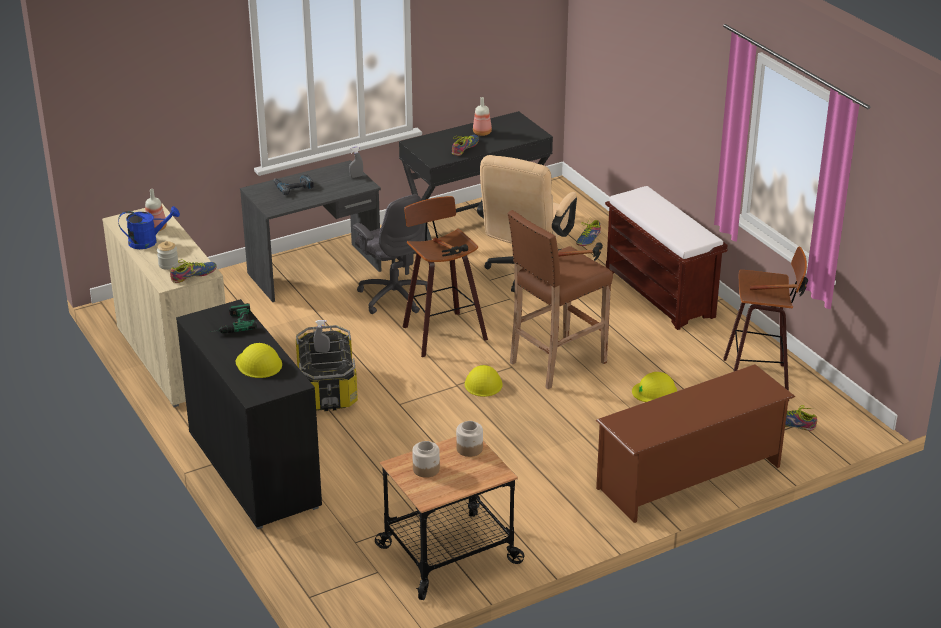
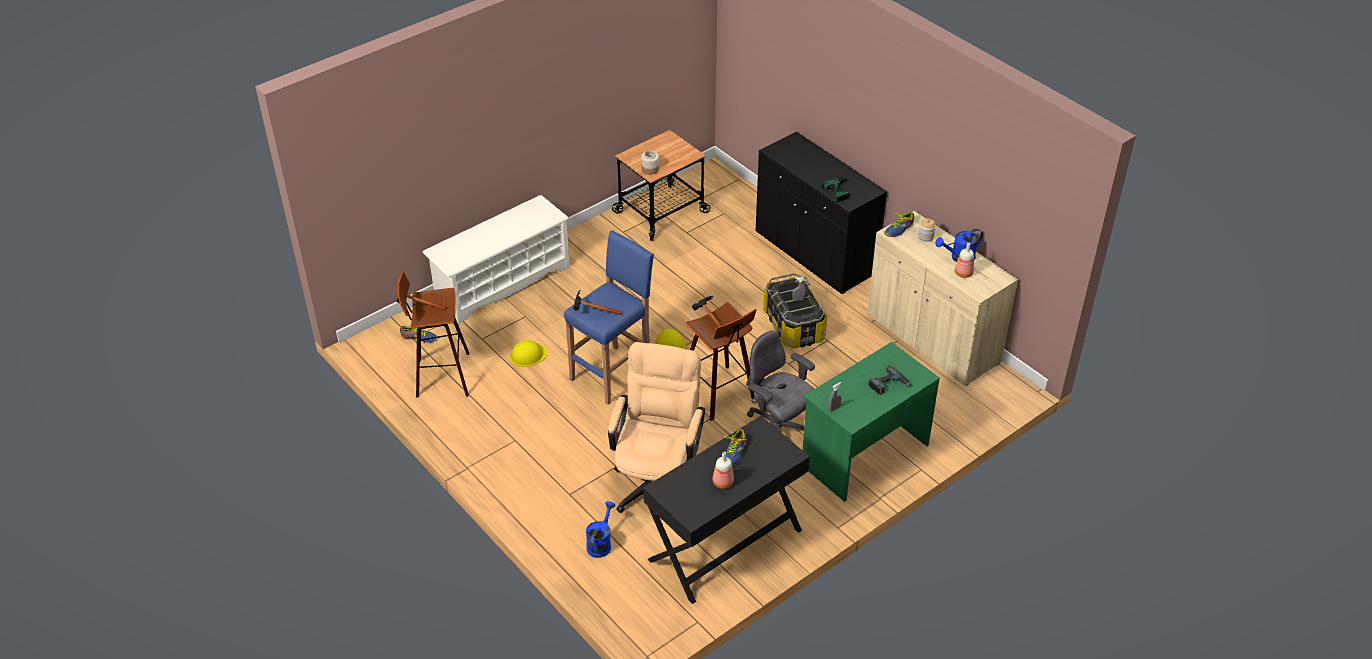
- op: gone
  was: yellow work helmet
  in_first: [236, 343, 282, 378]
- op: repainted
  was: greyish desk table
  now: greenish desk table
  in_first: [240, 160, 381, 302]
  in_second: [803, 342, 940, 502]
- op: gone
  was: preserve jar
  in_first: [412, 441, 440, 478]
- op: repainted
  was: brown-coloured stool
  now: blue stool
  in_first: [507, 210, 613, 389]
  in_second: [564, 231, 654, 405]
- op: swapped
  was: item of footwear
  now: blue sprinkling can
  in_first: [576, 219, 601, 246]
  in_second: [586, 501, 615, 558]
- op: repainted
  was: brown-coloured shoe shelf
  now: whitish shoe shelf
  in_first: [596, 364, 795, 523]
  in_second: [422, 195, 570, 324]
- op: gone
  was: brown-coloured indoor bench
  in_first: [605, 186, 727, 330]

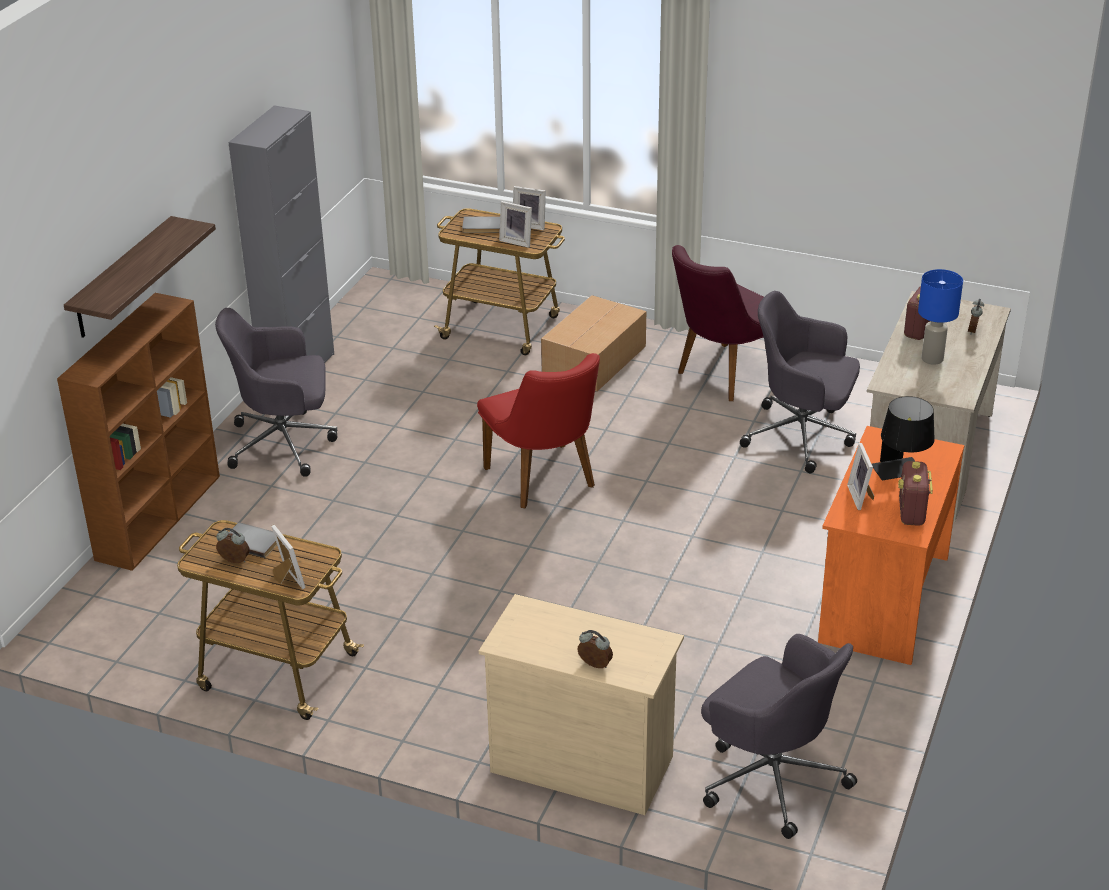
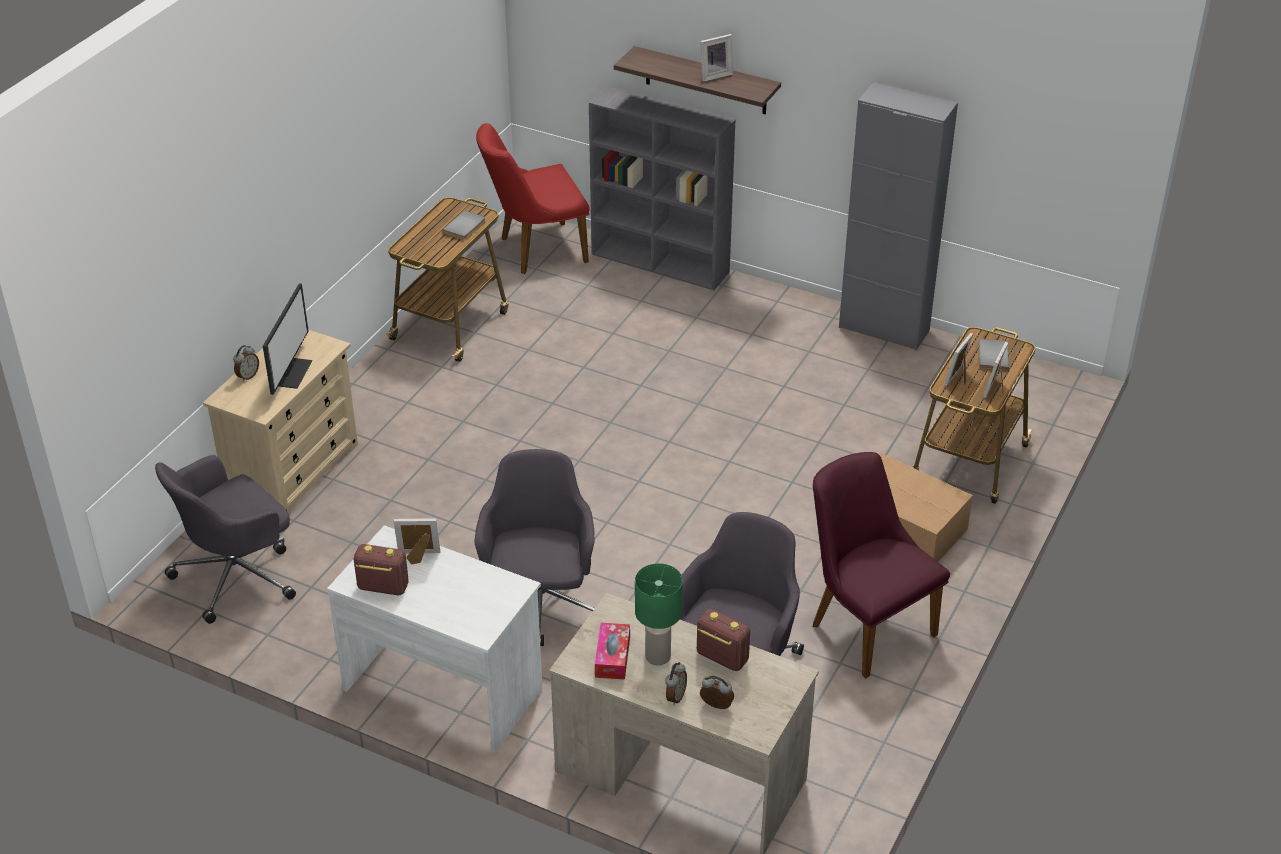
- op: repainted
  was: brown-coloured shelving unit
  now: greyish shelving unit
  in_first: [57, 293, 220, 571]
  in_second: [589, 86, 735, 290]
- op: shifted
  was: greyish office chair
  in_first: [215, 308, 337, 477]
  in_second: [474, 449, 595, 646]
- op: shifted
  was: alarm clock
  in_first: [216, 528, 250, 563]
  in_second: [665, 662, 687, 705]
- op: shifted
  was: picture frame
  in_first: [271, 525, 306, 589]
  in_second: [700, 34, 733, 82]
- op: shifted
  was: red-coloured upright chair
  in_first: [477, 353, 600, 508]
  in_second: [476, 123, 590, 274]
- op: repainted
  was: orange-coloured desk table
  now: whitish desk table
  in_first: [818, 426, 965, 665]
  in_second: [327, 525, 542, 753]
- op: gone
  was: black lamp for a table
  in_first: [872, 396, 935, 480]
- op: repainted
  was: blue lamp for a table
  now: greenish lamp for a table
  in_first: [918, 269, 963, 365]
  in_second: [635, 563, 683, 665]
- op: new
  now: computer display
  in_second: [263, 283, 312, 395]
- op: new
  now: tissue box
  in_second: [595, 623, 630, 680]

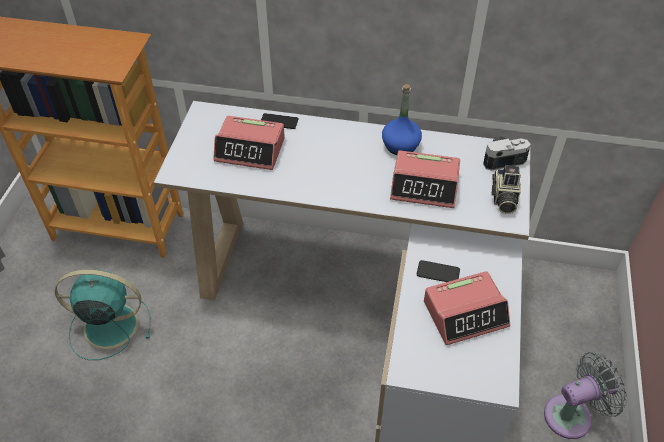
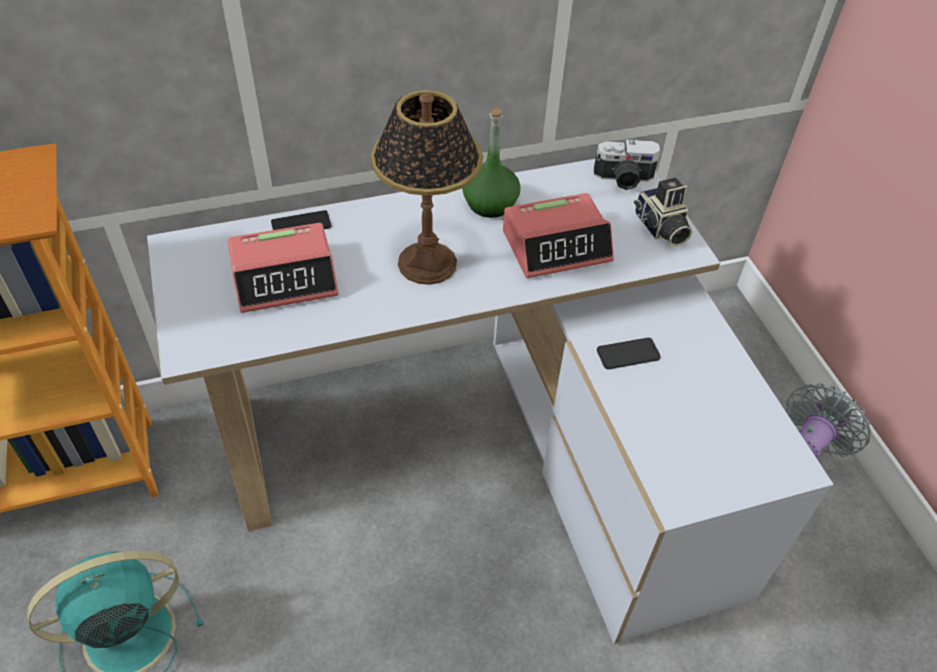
- op: repainted
  was: blue bottle
  now: greenish bottle
  in_first: [382, 84, 422, 155]
  in_second: [462, 108, 521, 218]
- op: gone
  was: alarm clock
  in_first: [424, 271, 510, 345]
- op: rotated
  was: photo camera
  in_first: [483, 137, 531, 171]
  in_second: [594, 140, 660, 190]
  clockwise: -135
- op: new
  now: lamp for a table
  in_second: [371, 90, 483, 285]

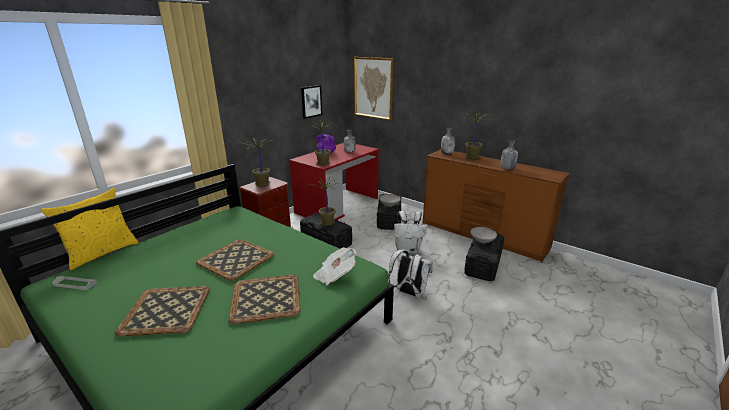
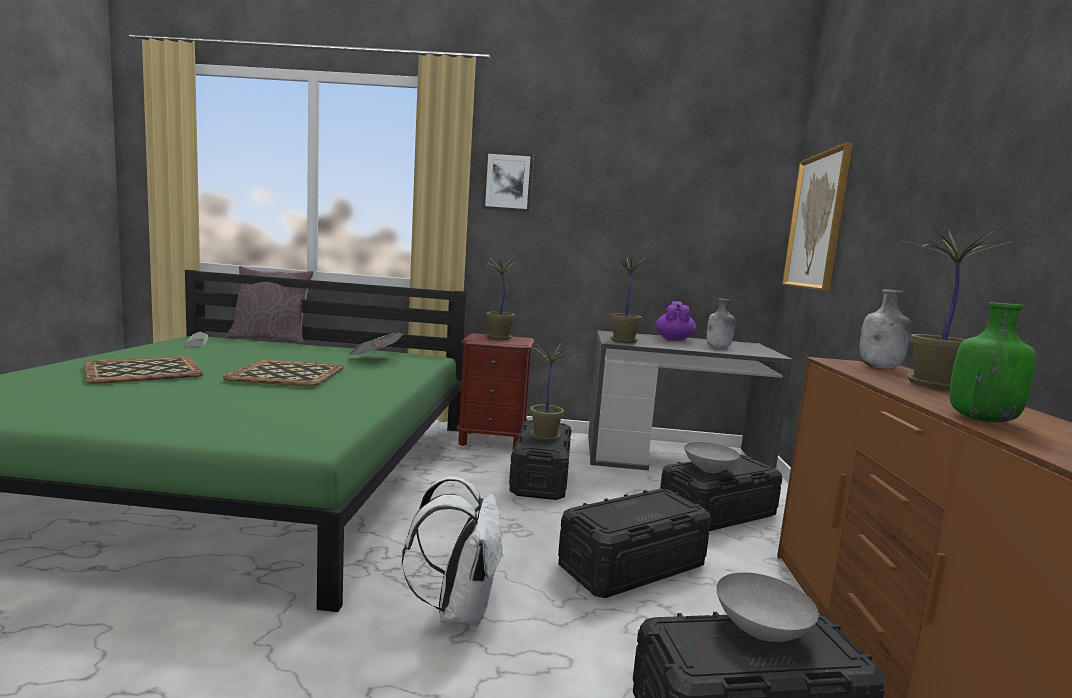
- op: repainted
  was: yellow cushion
  now: greyish cushion
  in_first: [41, 188, 139, 270]
  in_second: [226, 266, 314, 344]
- op: gone
  was: carrying tray
  in_first: [228, 274, 300, 324]
- op: repainted
  was: red-coloured desk table
  now: greyish desk table
  in_first: [289, 143, 379, 220]
  in_second: [588, 330, 793, 470]
- op: shifted
  was: wall art
  in_first: [301, 85, 323, 119]
  in_second: [482, 150, 534, 213]
- op: shifted
  was: newspaper
  in_first: [313, 247, 356, 285]
  in_second: [348, 332, 403, 355]
- op: swapped
  was: whitish knapsack
  now: black storage container
  in_first: [394, 211, 427, 253]
  in_second: [558, 489, 711, 598]
- op: repainted
  was: greyish bottle
  now: greenish bottle
  in_first: [500, 140, 518, 170]
  in_second: [950, 302, 1036, 422]

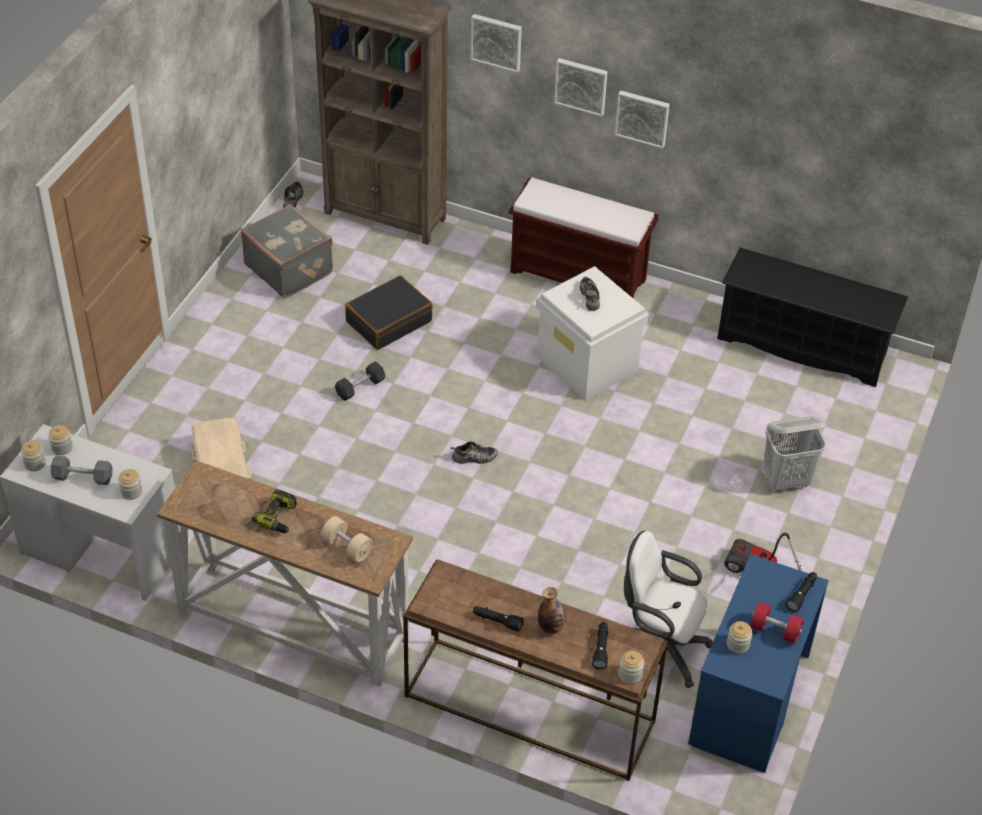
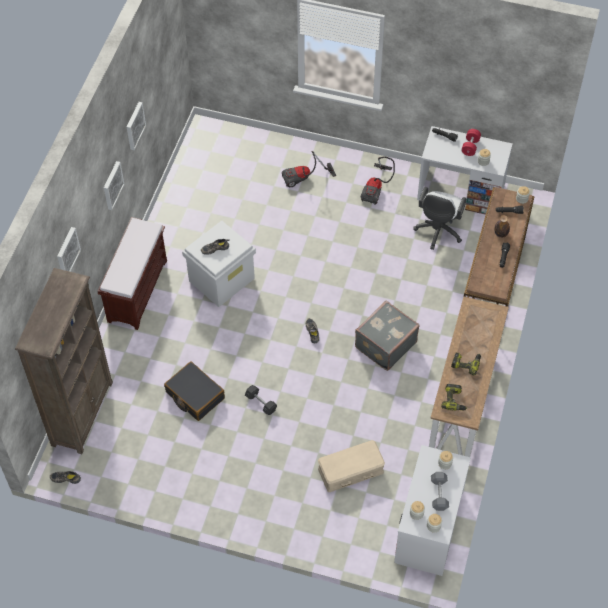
- op: shifted
  was: greyish travel case
  in_first: [241, 204, 333, 298]
  in_second: [355, 301, 420, 371]
- op: gone
  was: beige-coloured hand weight
  in_first: [321, 516, 373, 562]
- op: shifted
  was: wall art
  in_first: [554, 58, 608, 117]
  in_second: [127, 102, 146, 150]
- op: repainted
  was: blue desk table
  now: whitish desk table
  in_first: [688, 554, 829, 773]
  in_second: [417, 126, 513, 215]
- op: gone
  was: black shoe shelf
  in_first: [717, 248, 908, 387]
- op: swapped
  was: whitish washing basket
  now: vacuum cleaner
  in_first: [763, 416, 826, 491]
  in_second: [282, 151, 336, 187]
- op: new
  now: drill
  in_second: [441, 384, 467, 410]

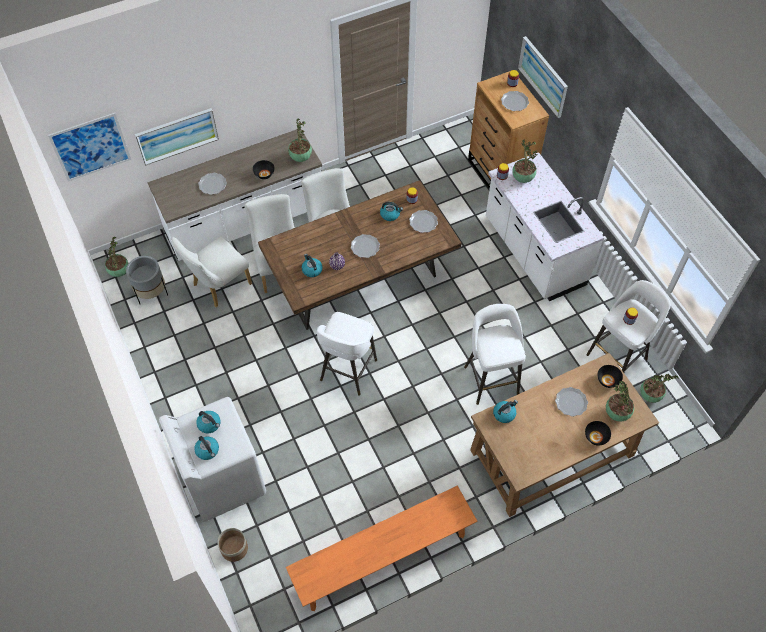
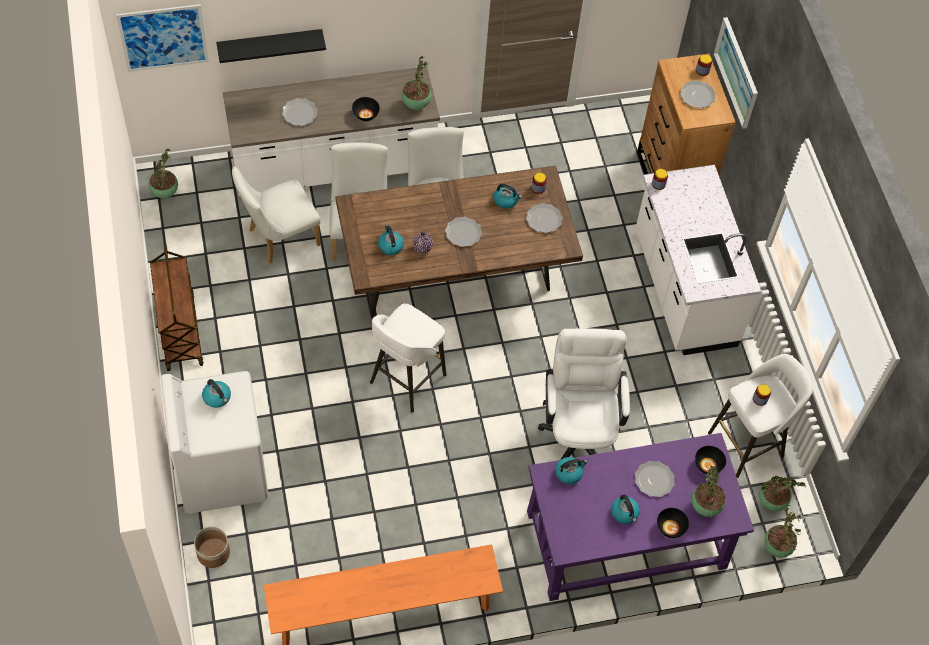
- op: gone
  was: greyish flower pot
  in_first: [126, 256, 168, 304]
- op: swapped
  was: wall art
  now: black bracket shelf
  in_first: [135, 108, 219, 166]
  in_second: [216, 29, 326, 63]
- op: shifted
  was: water kettle
  in_first: [194, 436, 219, 460]
  in_second: [611, 494, 640, 524]
- op: swapped
  was: whitish stool
  now: whitish office chair
  in_first: [464, 304, 526, 405]
  in_second: [538, 328, 630, 460]
- op: repainted
  was: brown-coloured desk table
  now: purple-coloured desk table
  in_first: [470, 353, 659, 517]
  in_second: [527, 433, 754, 601]
- op: shifted
  was: plant in a pot
  in_first: [512, 140, 538, 183]
  in_second: [764, 505, 802, 558]
- op: new
  now: brown-coloured wheeled cart
  in_second: [150, 244, 203, 371]

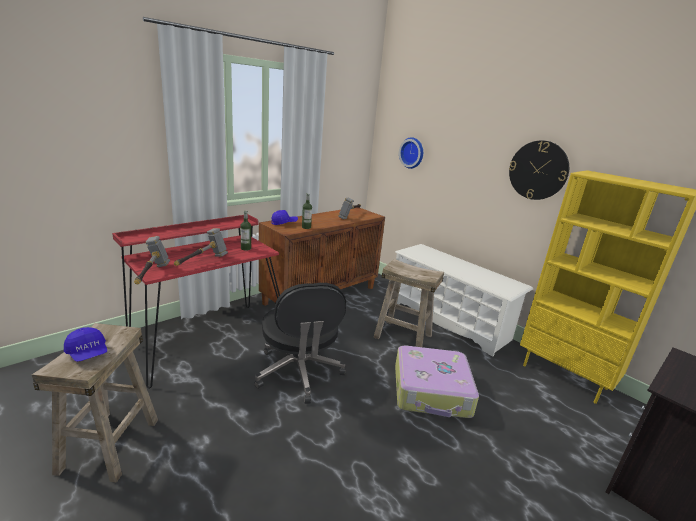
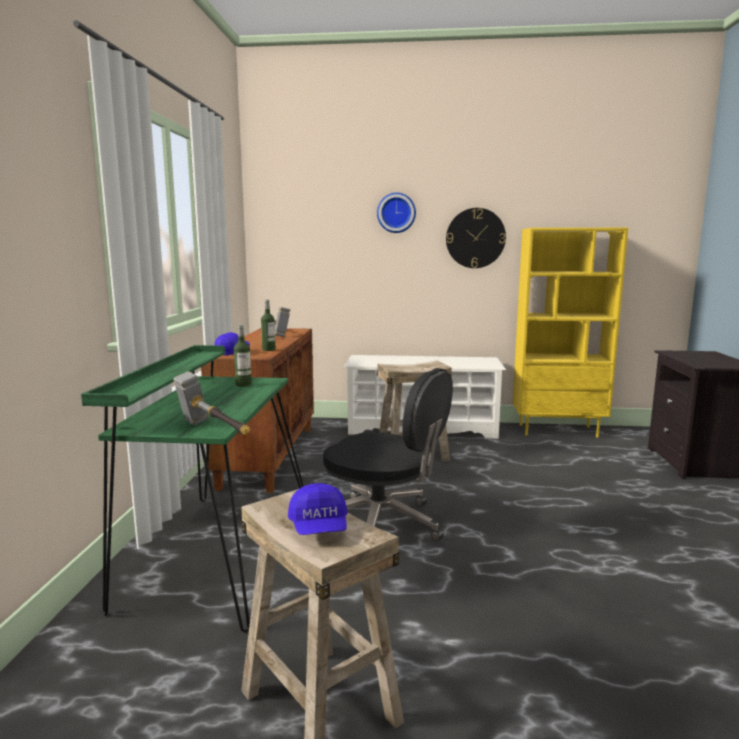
- op: rotated
  was: blue peaked cap
  in_first: [64, 327, 107, 362]
  in_second: [288, 483, 348, 535]
  clockwise: 75
- op: repainted
  was: red-coloured desk table
  now: greenish desk table
  in_first: [112, 215, 280, 389]
  in_second: [81, 345, 304, 633]
- op: gone
  was: hammer
  in_first: [174, 228, 228, 266]
- op: gone
  was: travel case
  in_first: [395, 346, 479, 418]
- op: shifted
  was: clock on the wall
  in_first: [399, 137, 423, 169]
  in_second: [377, 193, 416, 233]

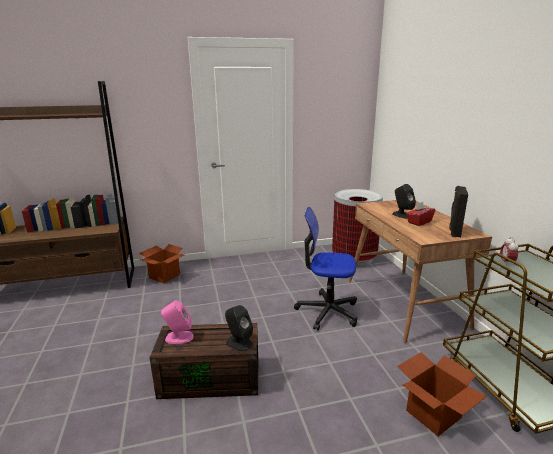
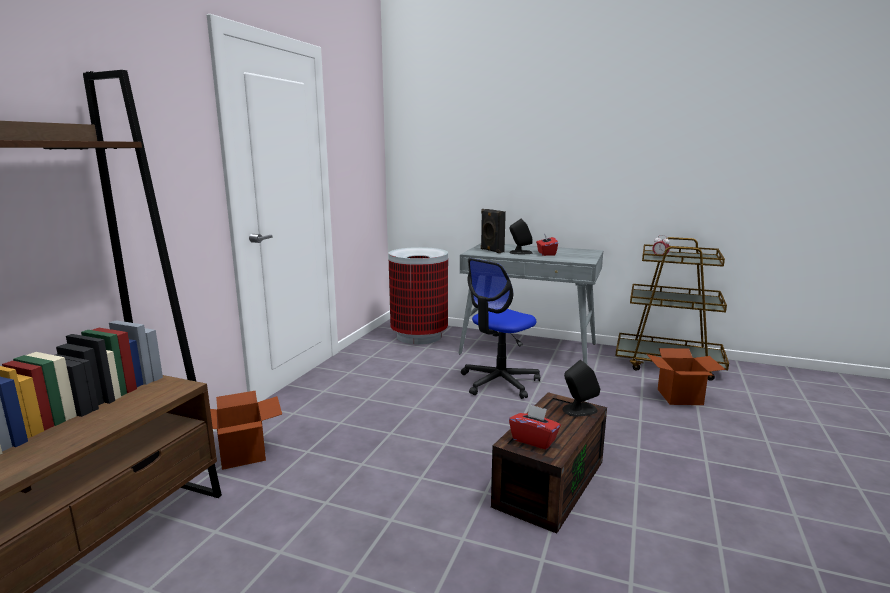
- op: swapped
  was: pink-coloured loudspeaker
  now: red-coloured tissue box
  in_first: [161, 300, 194, 344]
  in_second: [509, 404, 561, 450]
- op: repainted
  was: brown-coloured desk table
  now: greyish desk table
  in_first: [349, 200, 492, 343]
  in_second: [459, 243, 603, 364]
- op: shifted
  was: black loudspeaker
  in_first: [449, 186, 468, 237]
  in_second: [481, 209, 506, 253]

